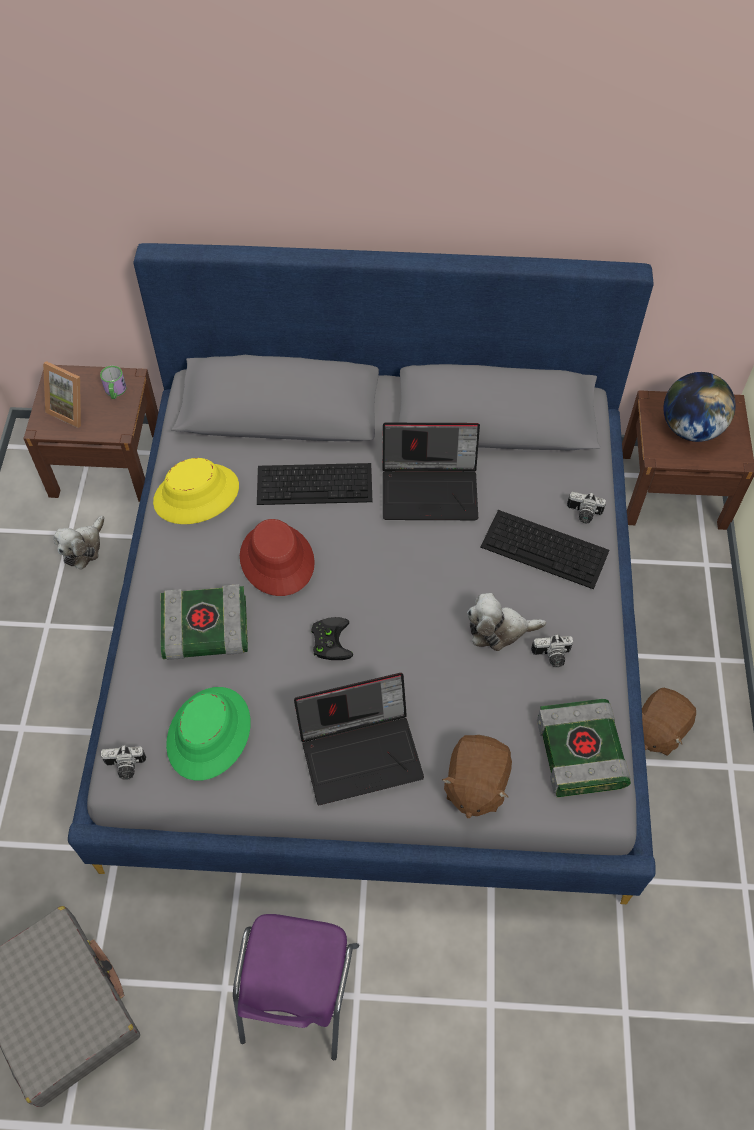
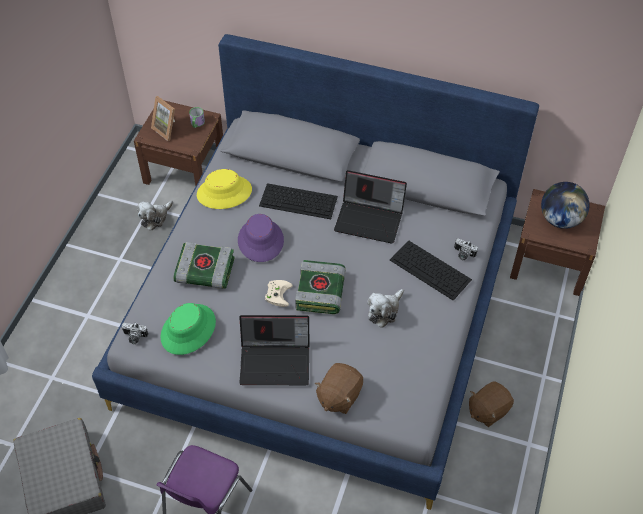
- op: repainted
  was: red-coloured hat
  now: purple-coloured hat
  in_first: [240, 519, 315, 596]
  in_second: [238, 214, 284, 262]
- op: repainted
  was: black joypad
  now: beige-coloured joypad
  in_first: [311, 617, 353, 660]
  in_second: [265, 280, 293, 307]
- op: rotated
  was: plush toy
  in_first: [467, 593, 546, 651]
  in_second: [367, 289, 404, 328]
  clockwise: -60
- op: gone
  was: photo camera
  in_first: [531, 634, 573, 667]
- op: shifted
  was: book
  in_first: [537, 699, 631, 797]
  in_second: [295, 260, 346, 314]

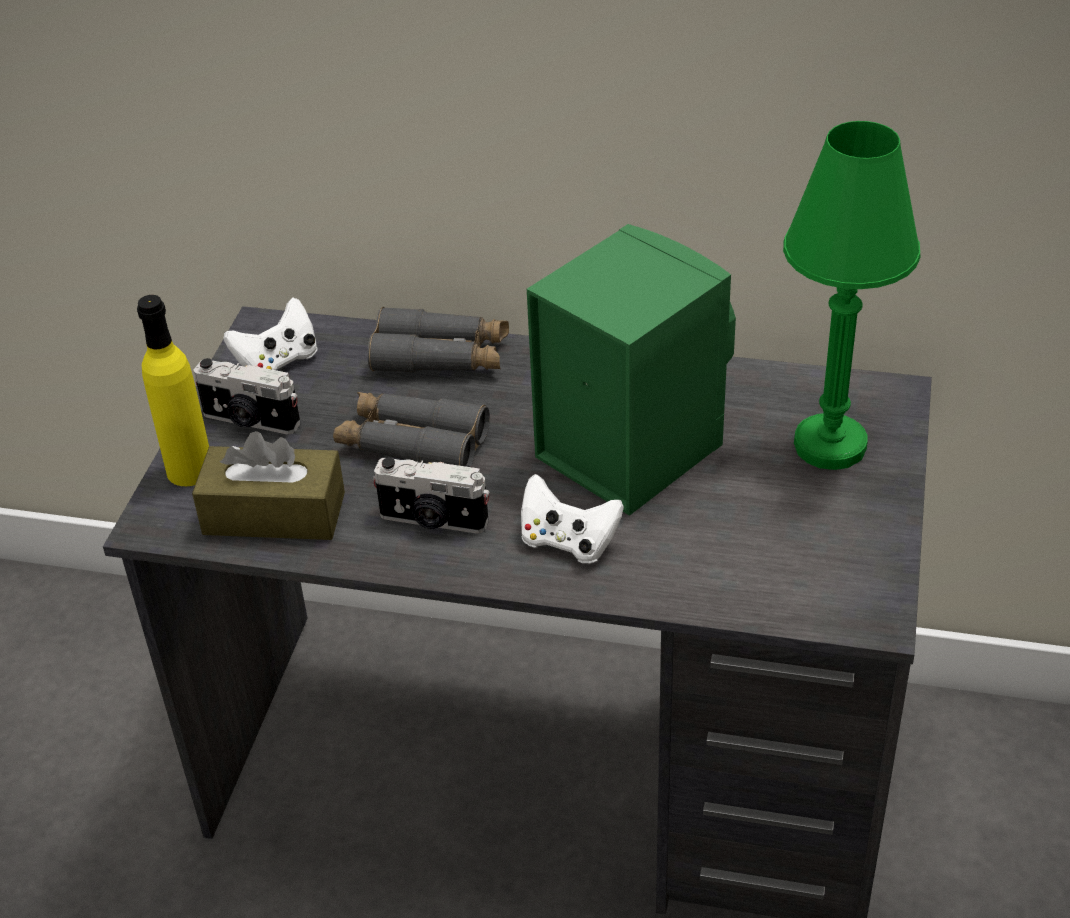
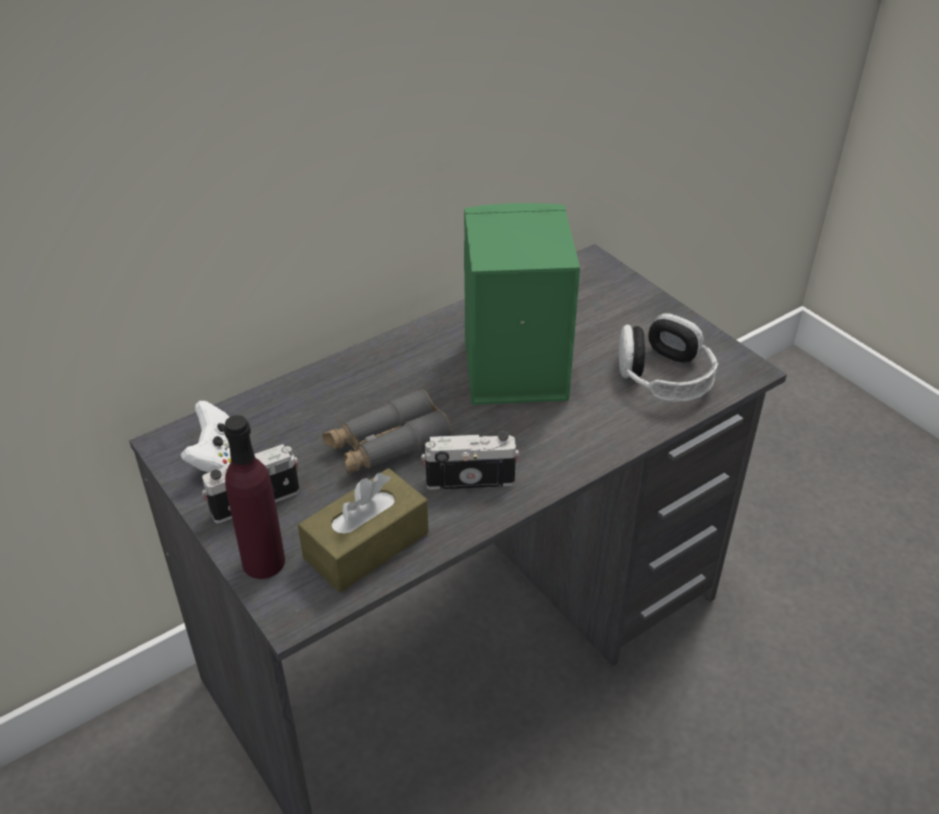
- op: repainted
  was: yellow bottle
  now: purple-coloured bottle
  in_first: [137, 295, 209, 486]
  in_second: [224, 415, 285, 579]
- op: gone
  was: greyish field glasses
  in_first: [368, 307, 509, 373]
- op: rotated
  was: photo camera
  in_first: [373, 457, 490, 534]
  in_second: [421, 431, 519, 490]
  clockwise: -150
- op: gone
  was: whitish joypad
  in_first: [521, 474, 624, 564]
- op: gone
  was: greenish lamp for a table
  in_first: [783, 121, 920, 470]
- op: new
  now: pair of headphones
  in_second: [619, 313, 718, 402]

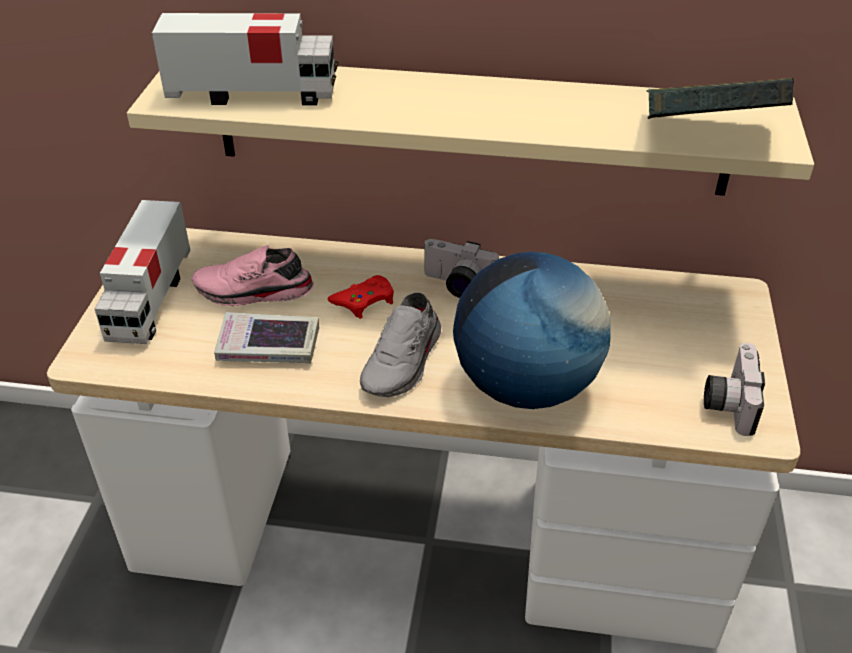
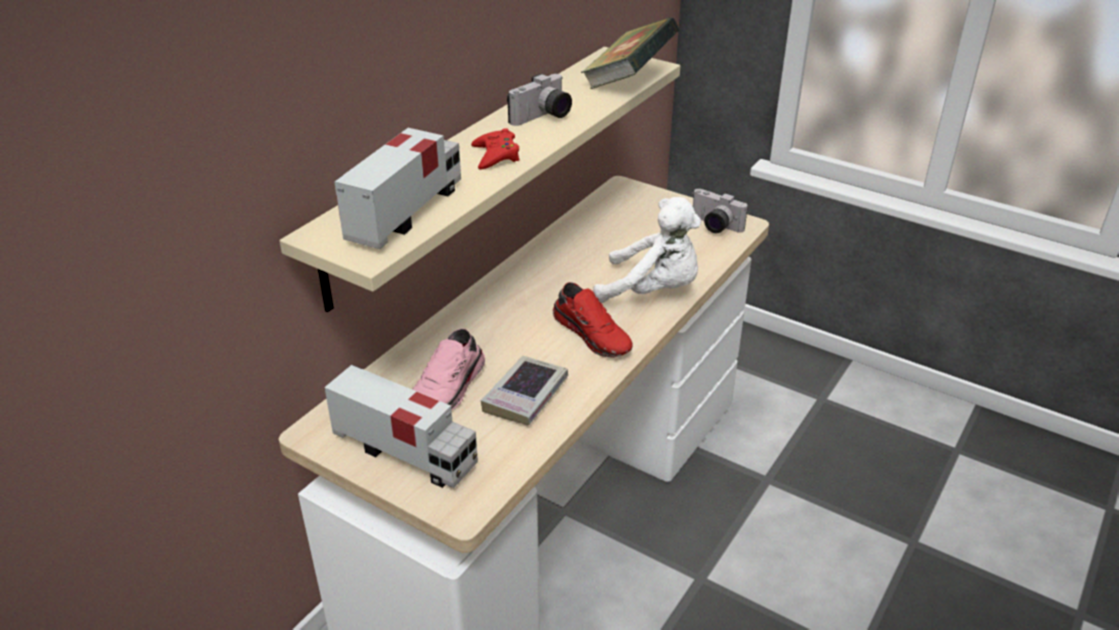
- op: shifted
  was: red-coloured joypad
  in_first: [328, 275, 394, 319]
  in_second: [471, 128, 520, 169]
- op: repainted
  was: greyish item of footwear
  now: red-coloured item of footwear
  in_first: [360, 292, 441, 397]
  in_second: [553, 282, 633, 358]
- op: shifted
  was: photo camera
  in_first: [423, 239, 499, 298]
  in_second: [507, 74, 572, 126]
- op: swapped
  was: world globe
  now: whitish plush toy
  in_first: [453, 252, 611, 409]
  in_second: [593, 197, 701, 303]

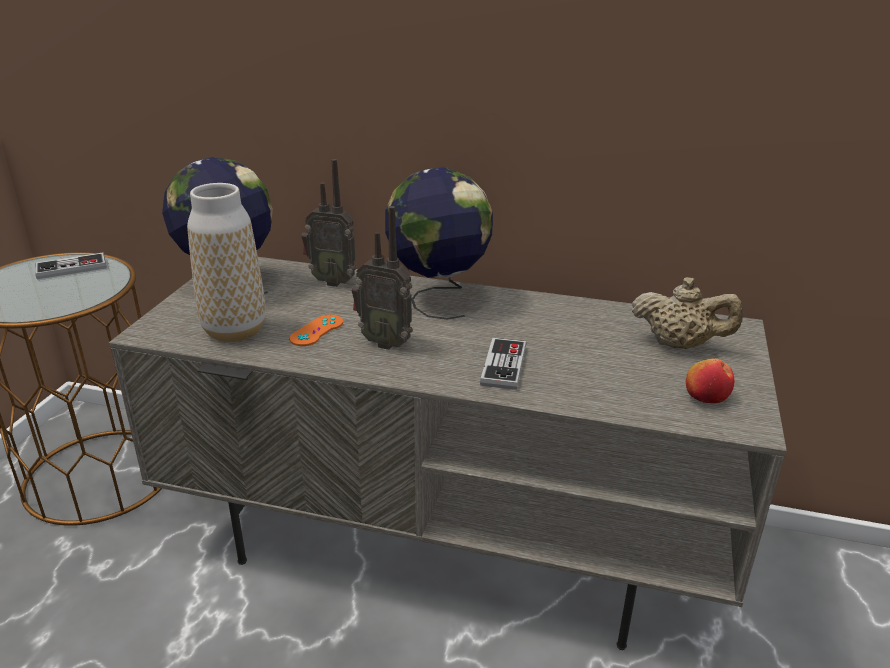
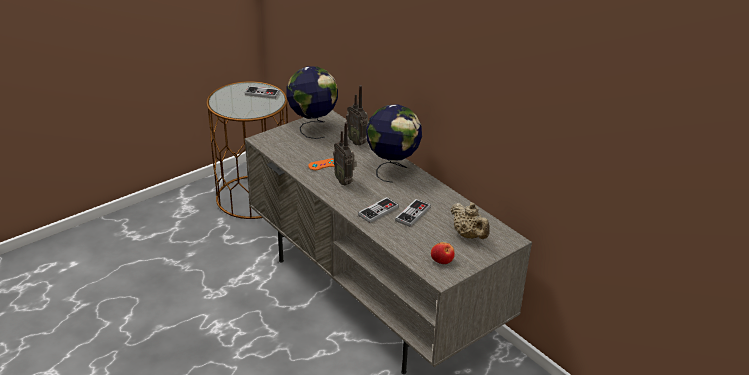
- op: gone
  was: decorative vase
  in_first: [187, 183, 266, 342]
- op: new
  now: joypad
  in_second: [395, 199, 431, 227]

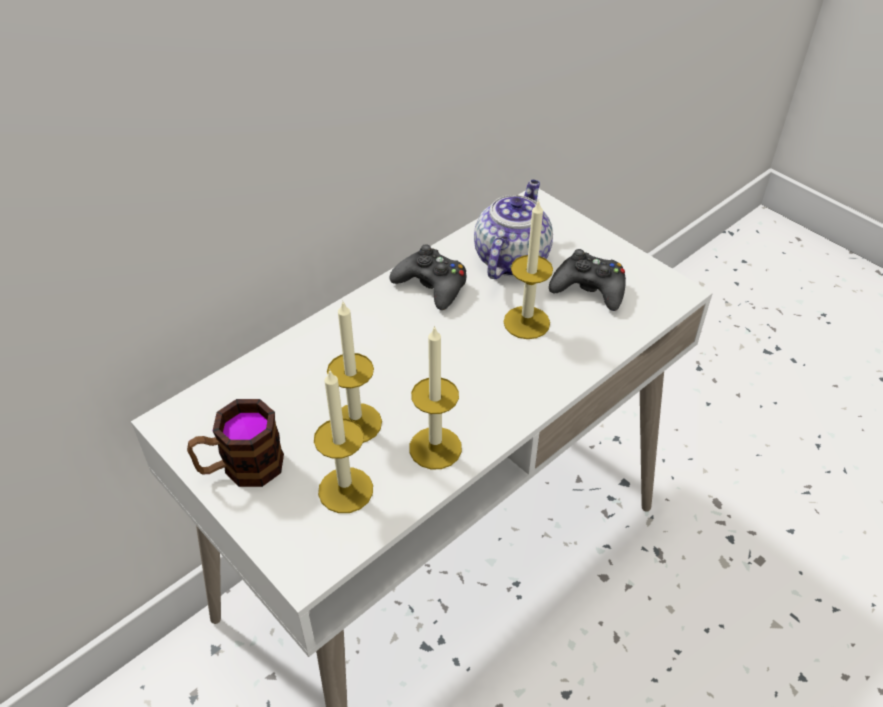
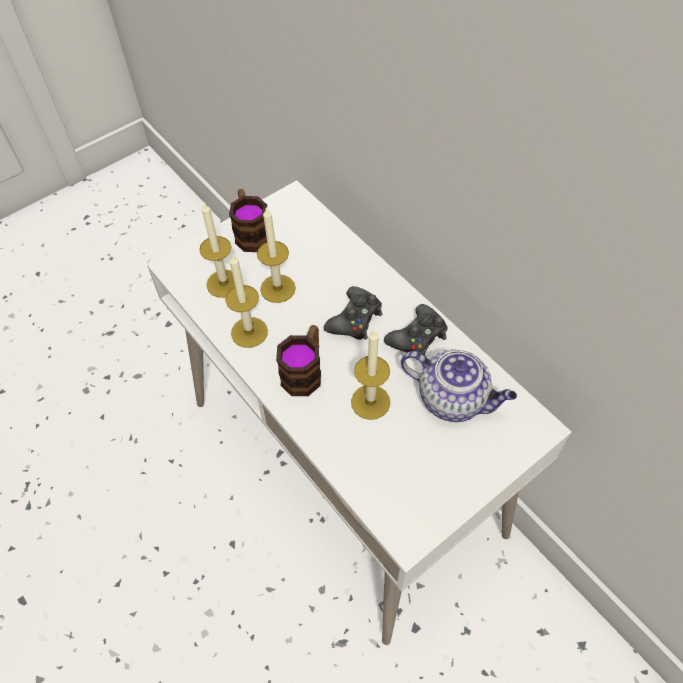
- op: shifted
  was: black joypad
  in_first: [549, 249, 626, 311]
  in_second: [324, 286, 382, 340]
- op: new
  now: mug
  in_second: [276, 325, 321, 396]

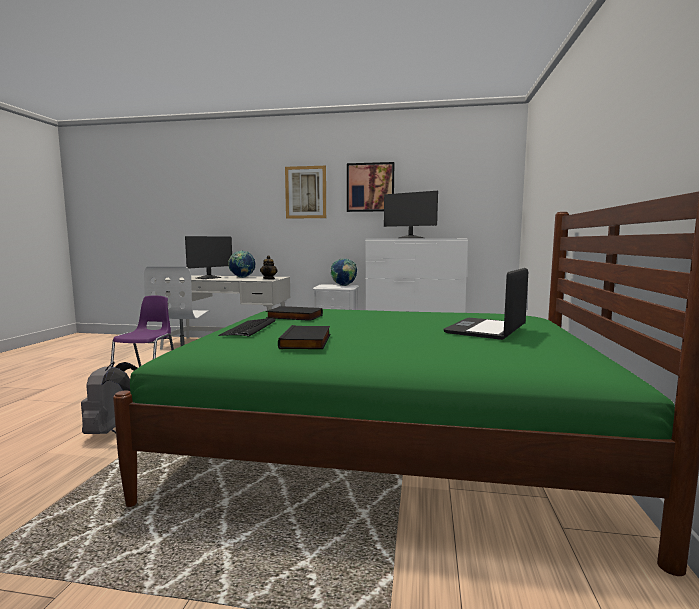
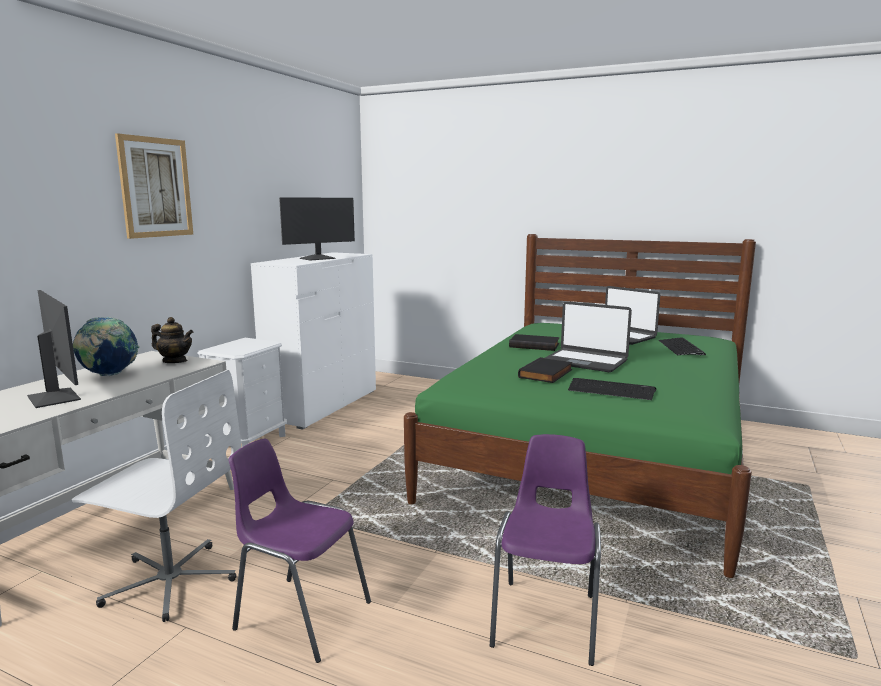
- op: swapped
  was: greyish knapsack
  now: purple-coloured upright chair
  in_first: [81, 361, 137, 434]
  in_second: [490, 434, 601, 666]
- op: shifted
  was: black book
  in_first: [278, 325, 330, 349]
  in_second: [509, 334, 560, 351]
- op: gone
  was: world globe
  in_first: [331, 258, 357, 286]
- op: gone
  was: wall art
  in_first: [347, 162, 394, 212]
- op: new
  now: notebook computer
  in_second: [545, 301, 632, 372]
- op: new
  now: computer keyboard
  in_second: [659, 337, 706, 355]

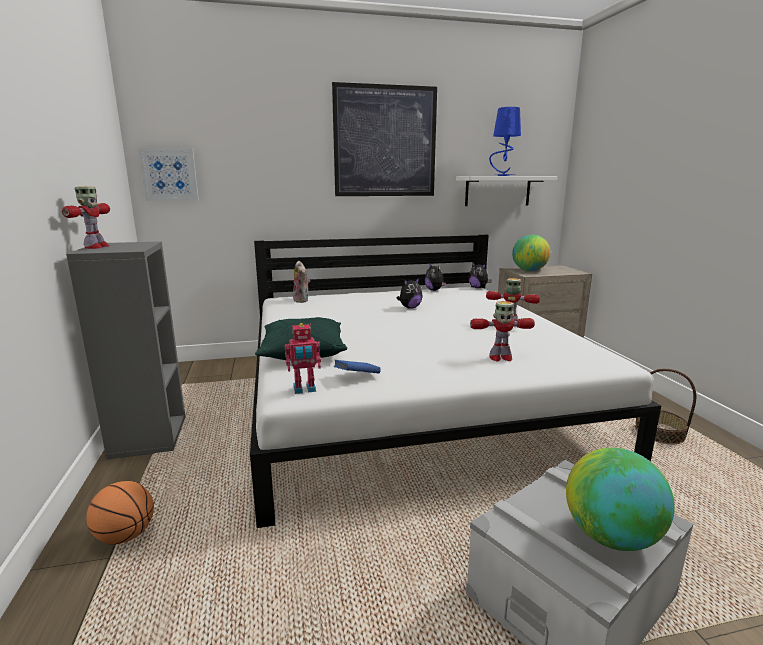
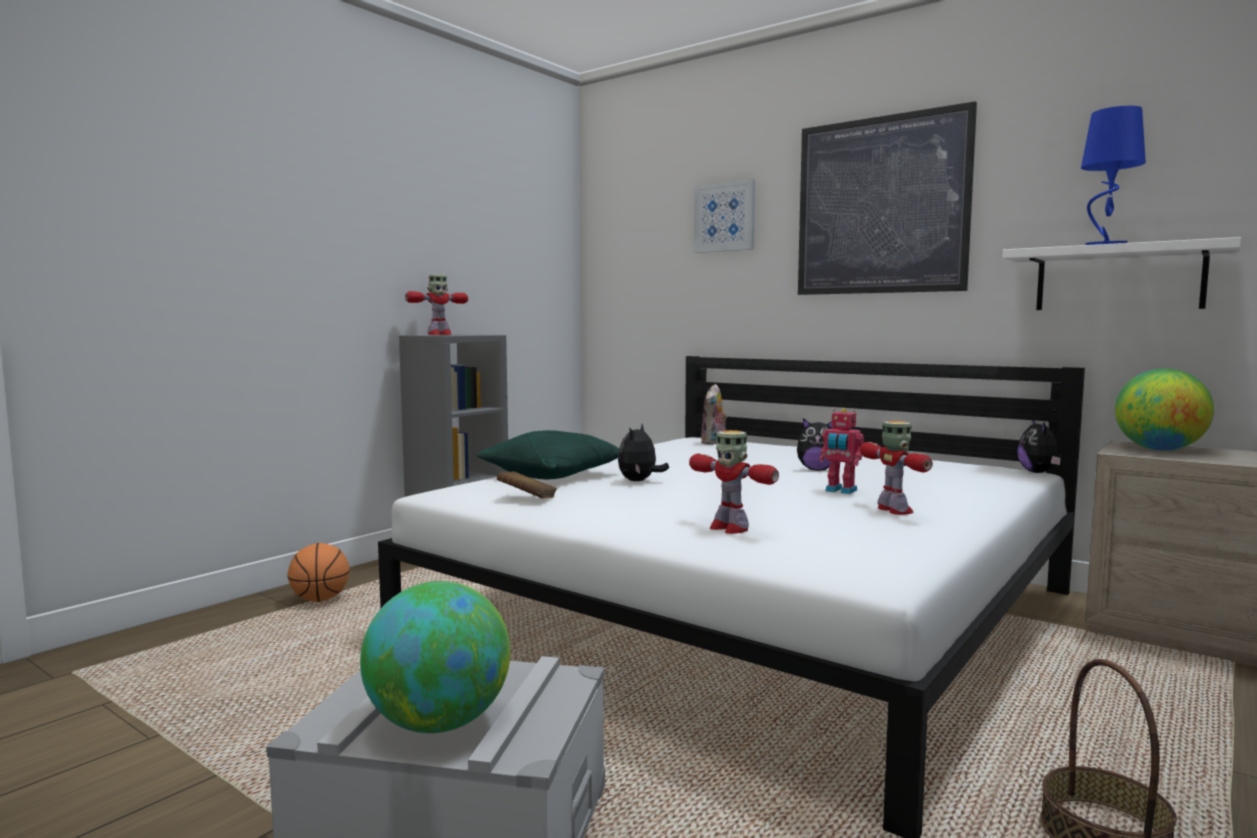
- op: shifted
  was: wall art
  in_first: [139, 148, 199, 201]
  in_second: [694, 179, 755, 253]
- op: shifted
  was: robot figure
  in_first: [285, 323, 321, 394]
  in_second: [819, 409, 864, 494]
- op: repainted
  was: blue book
  now: brown-coloured book
  in_first: [334, 360, 381, 373]
  in_second: [497, 472, 557, 498]
- op: shifted
  was: plush toy
  in_first: [425, 264, 446, 291]
  in_second: [618, 424, 669, 481]

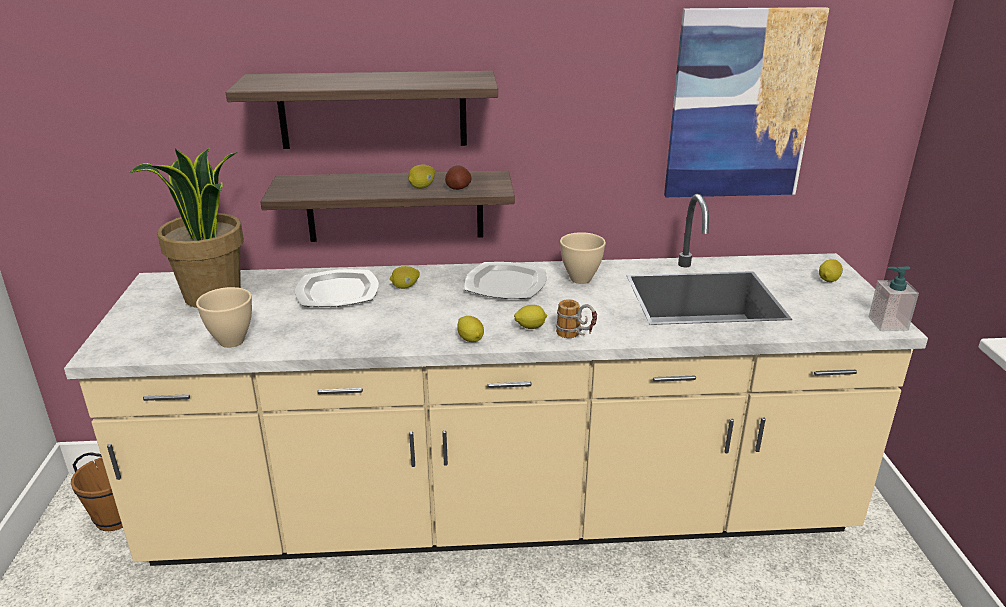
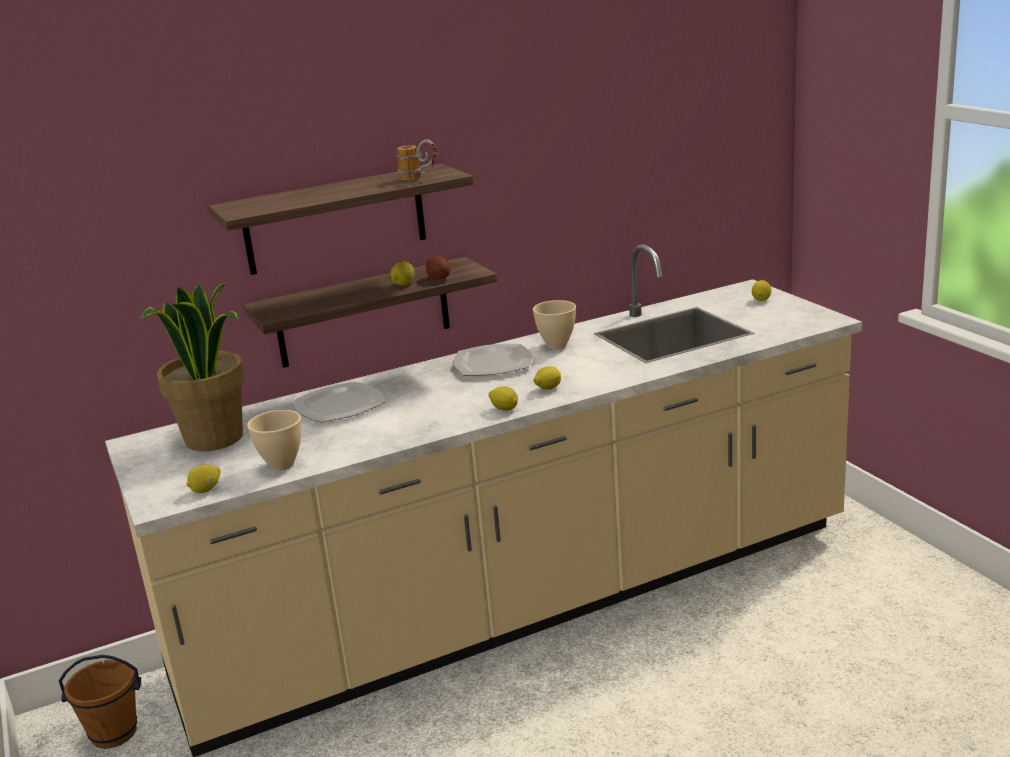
- op: shifted
  was: lemon
  in_first: [390, 266, 420, 289]
  in_second: [187, 465, 221, 493]
- op: shifted
  was: mug
  in_first: [556, 299, 597, 338]
  in_second: [397, 139, 437, 181]
- op: gone
  was: wall art
  in_first: [664, 7, 829, 197]
- op: gone
  was: liquid soap bottle
  in_first: [869, 266, 919, 331]

